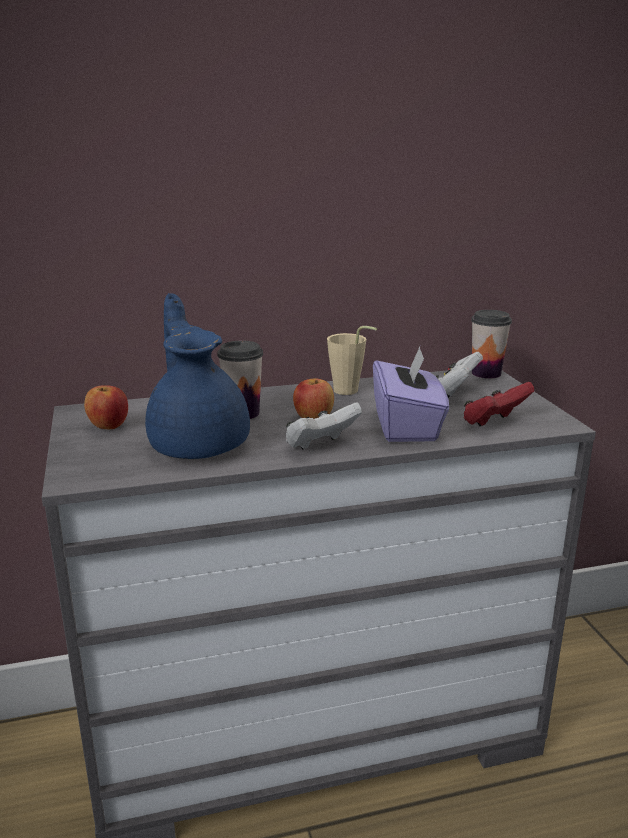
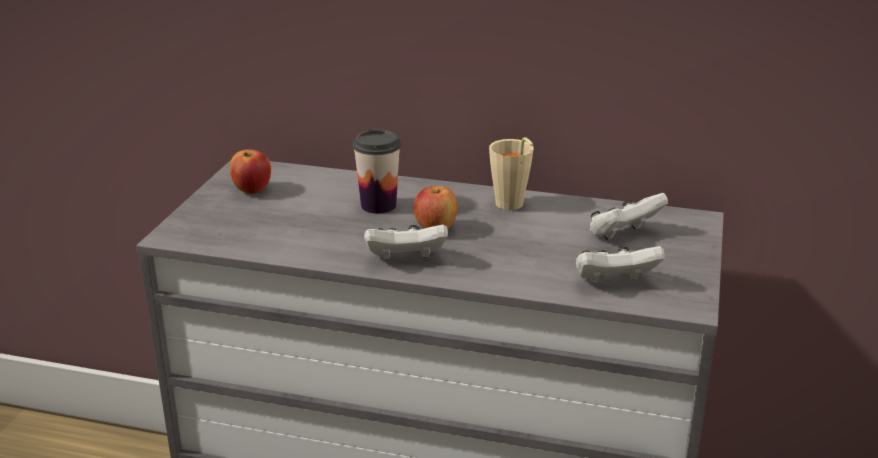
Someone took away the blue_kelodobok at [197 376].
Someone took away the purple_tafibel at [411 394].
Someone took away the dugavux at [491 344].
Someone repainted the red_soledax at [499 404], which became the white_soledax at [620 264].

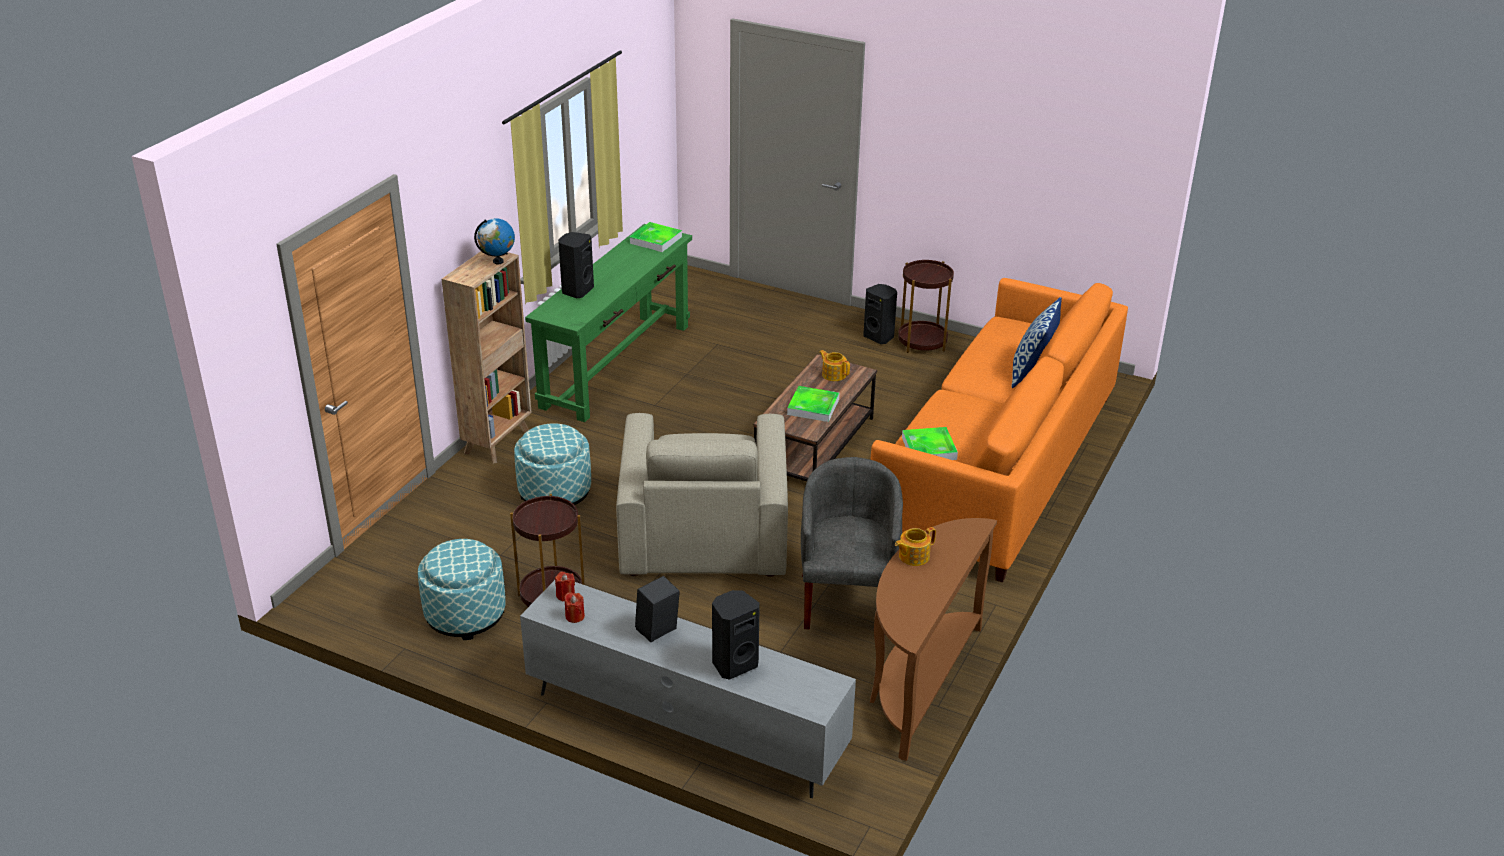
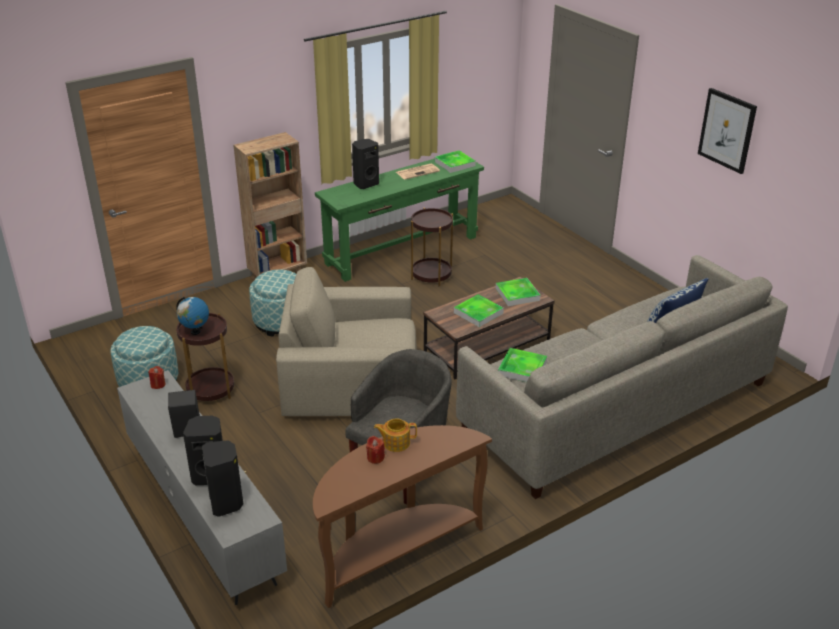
Someone put down the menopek at [418 171].
Someone put up the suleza at [727 131].
Someone carried the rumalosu from [494 241] to [192 316].
Someone carried the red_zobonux from [574 607] to [375 450].
Someone carried the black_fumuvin from [880 314] to [222 478].
Someone carried the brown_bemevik from [926 306] to [432 247].
Someone swapped the kelodobok at [835 365] for the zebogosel at [518 292].
Someone repainted the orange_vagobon at [999 430], which became the grey_vagobon at [622 377].
Someone rotated the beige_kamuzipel at [702 495] by 60 degrees clockwise.

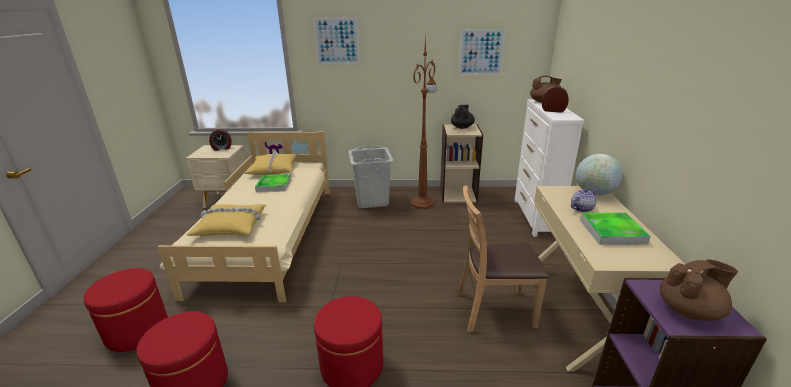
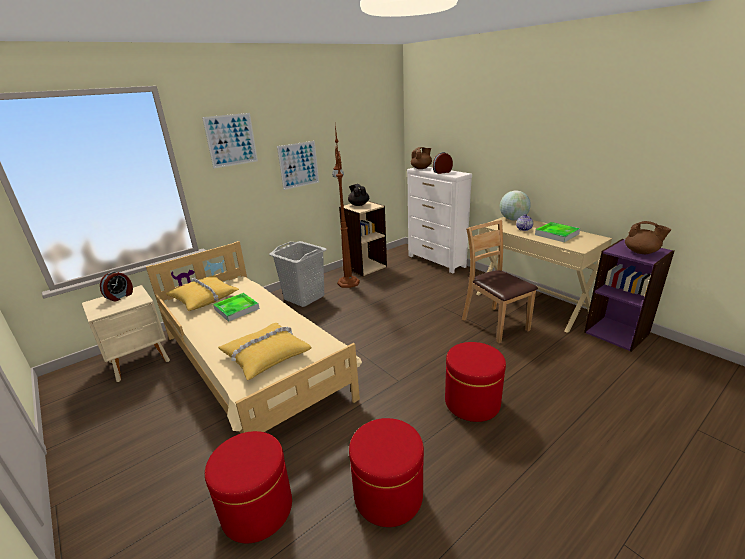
Someone carried the suleza from [482 52] to [298 165].
Someone rotated the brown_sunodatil at [504 259] by 105 degrees clockwise.
Someone rotated the brown_kelodobok at [698 290] by 90 degrees clockwise.

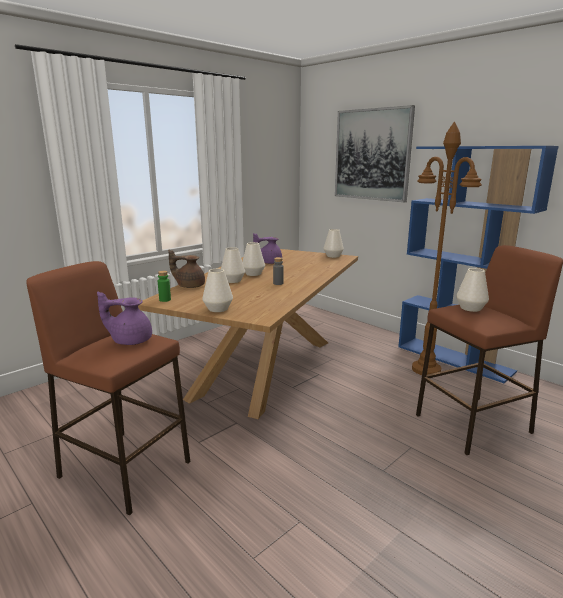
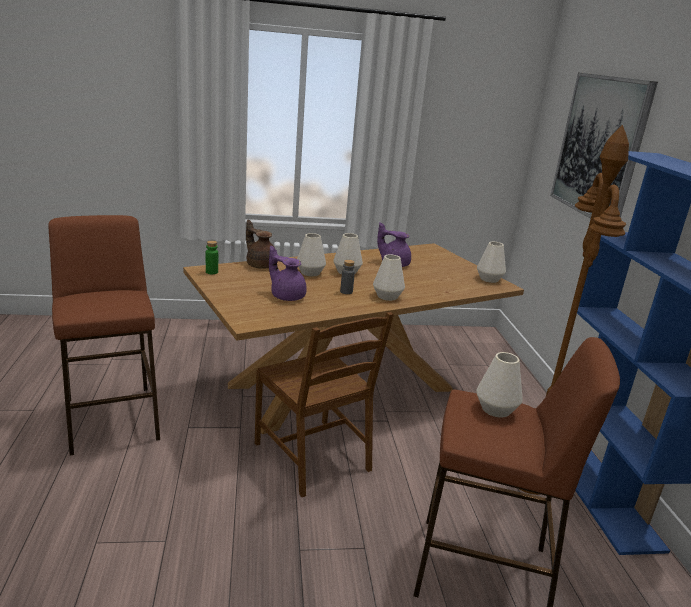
Someone put down the brown_sunodatil at [324 404].
Someone carried the purple_kelodobok from [124 318] to [288 273].
Someone carried the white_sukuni from [217 290] to [389 277].

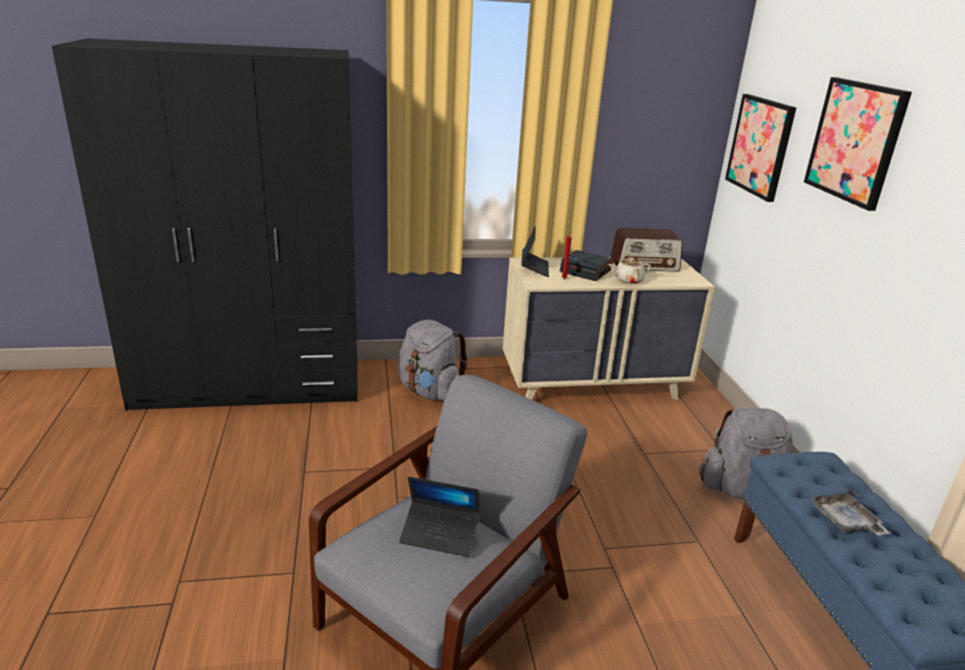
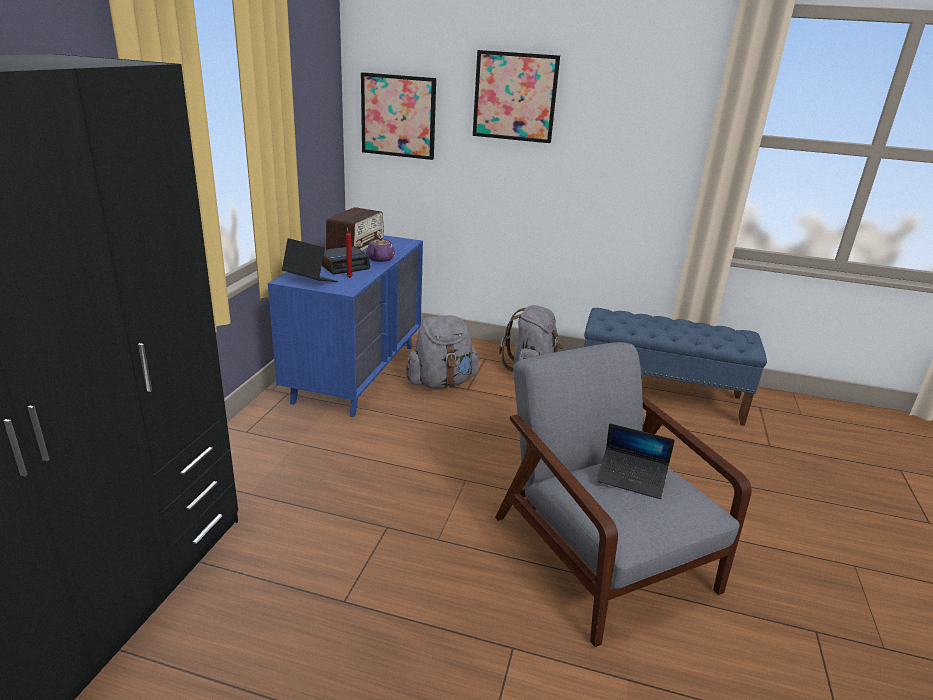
Someone took away the grey_zebogosel at [850 512].
Someone carried the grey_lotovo from [432 360] to [442 352].
Someone repainted the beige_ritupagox at [609 328], which became the blue_ritupagox at [345 326].
Someone repainted the beige_kelodobok at [629 271], which became the purple_kelodobok at [380 249].
Someone rotated the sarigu at [439 517] by 75 degrees clockwise.

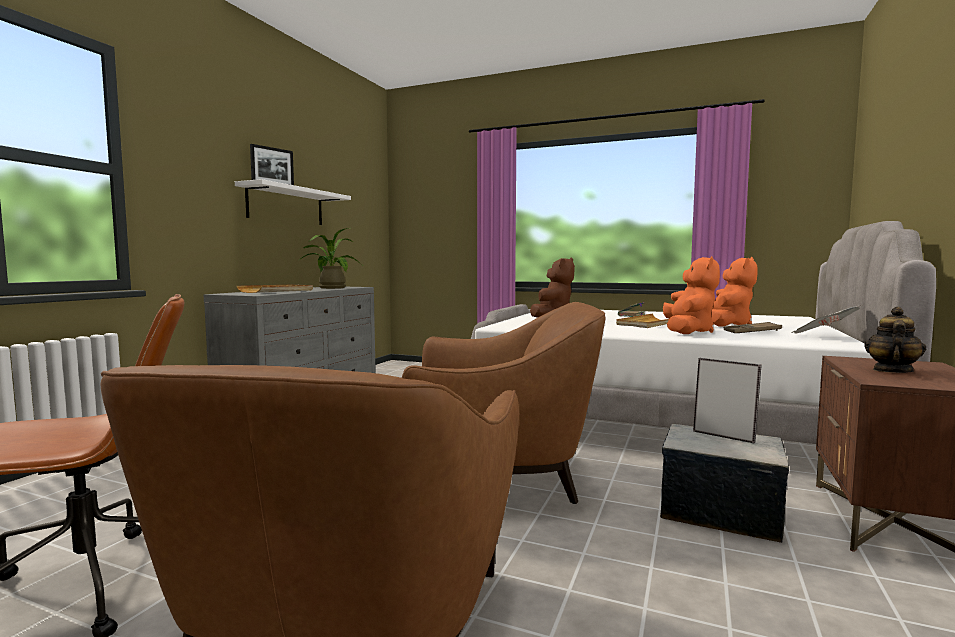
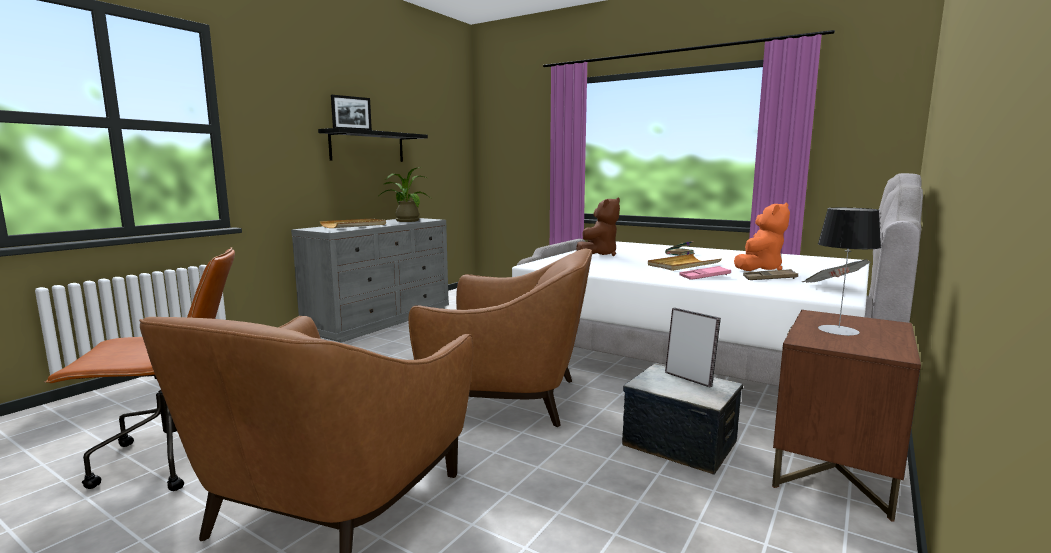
Someone swapped the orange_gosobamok at [691 295] for the pink_zebogosel at [705 273].
Someone swapped the kelodobok at [895 340] for the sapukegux at [849 272].
Someone repainted the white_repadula at [293 202], which became the black_repadula at [373 145].

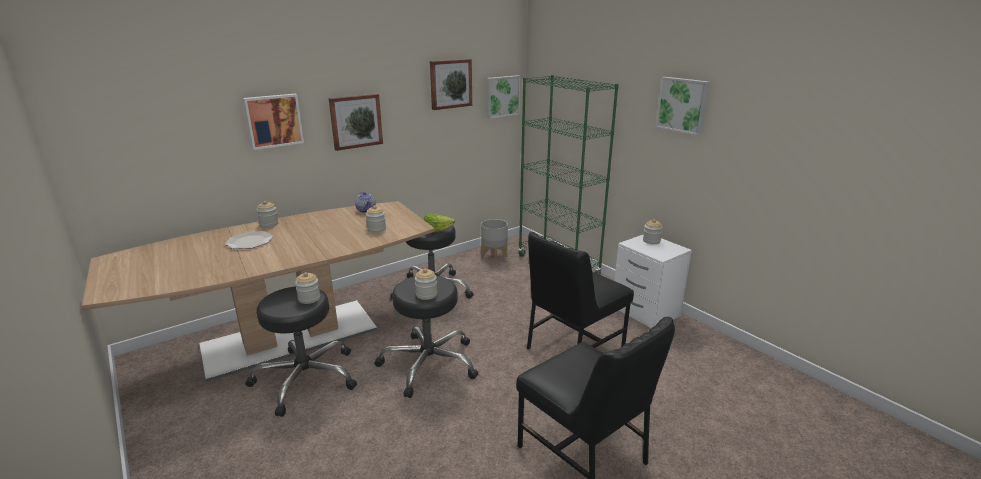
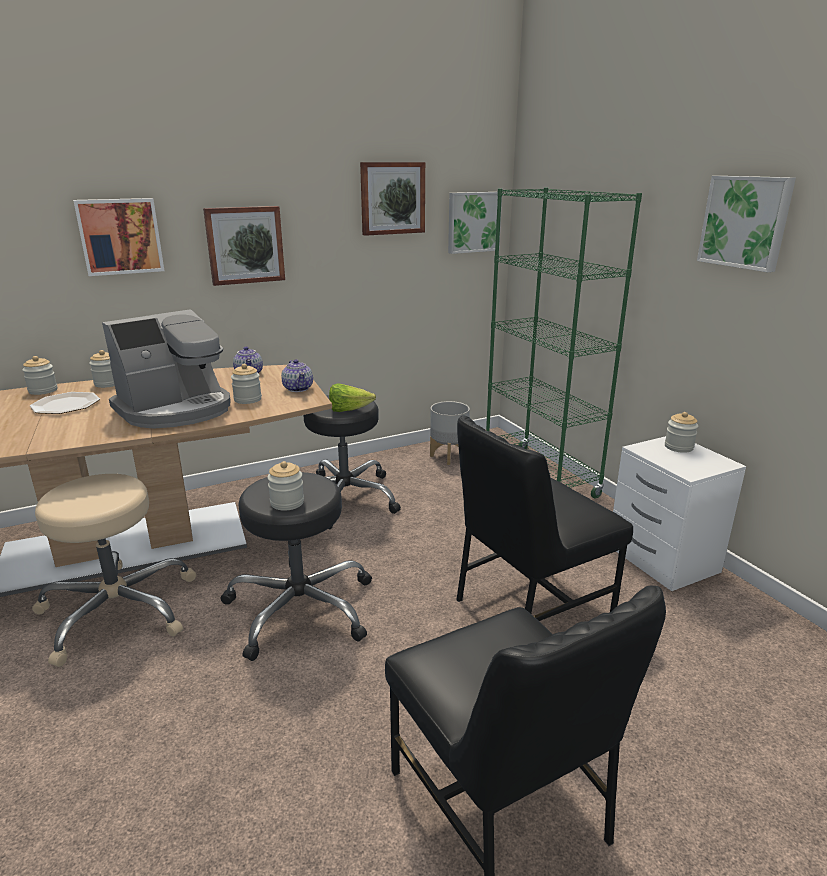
Someone put down the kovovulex at [166 368].
Someone put down the kelodobok at [297 375].
Someone carried the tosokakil from [307 288] to [40 375].
Someone repainted the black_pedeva at [301 351], which became the beige_pedeva at [114 570].

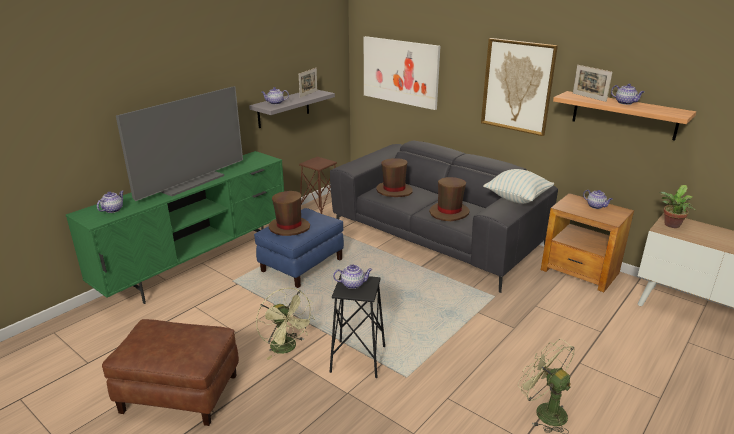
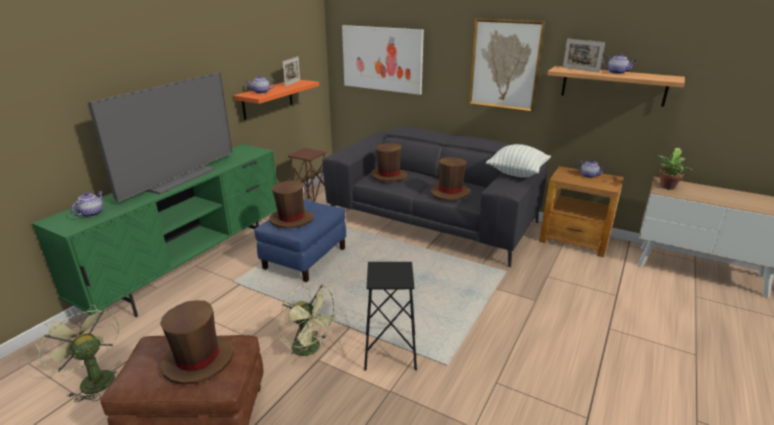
Someone took away the kelodobok at [352 277].
Someone put down the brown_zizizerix at [197 342].
Someone carried the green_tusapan from [546 386] to [78 353].
Someone repainted the grey_repadula at [292 109], which became the orange_repadula at [276 100].

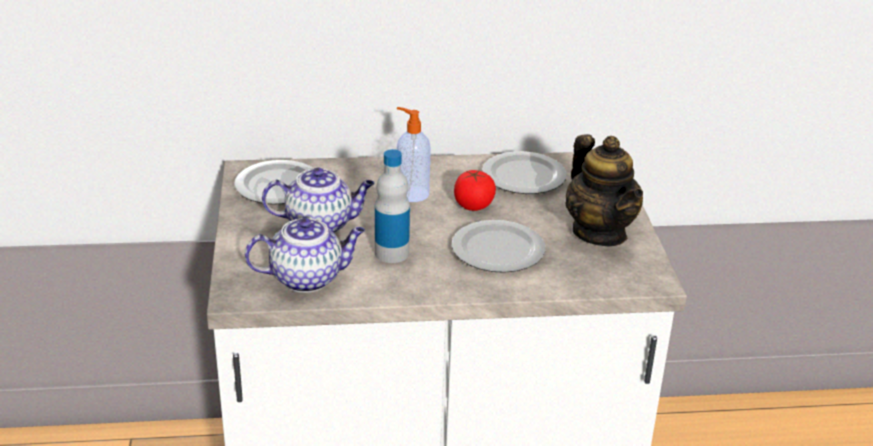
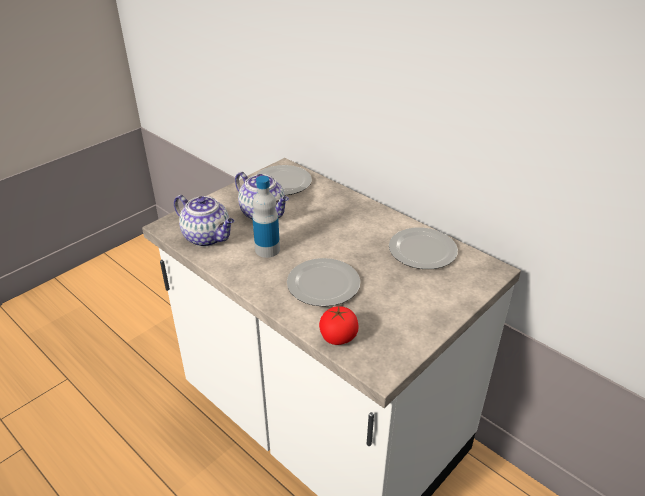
Someone took away the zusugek at [414 154].
Someone took away the kelodobok at [604 190].
Someone carried the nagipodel from [475 190] to [339 325].

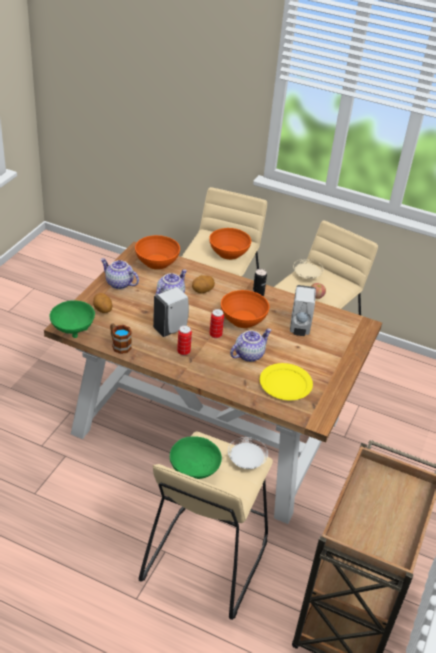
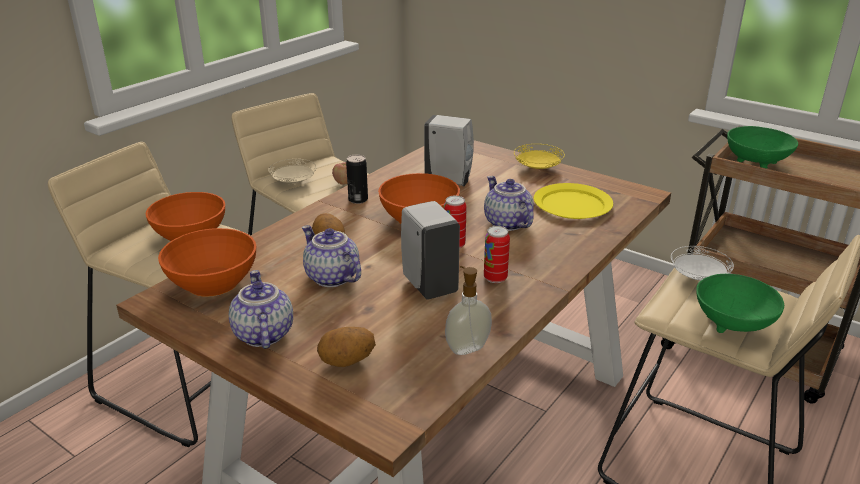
Someone put down the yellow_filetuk at [539 156].
Someone carried the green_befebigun from [72 319] to [762 147].
Someone swapped the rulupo at [121 338] for the zusugek at [468 310].
Someone rotated the kelodobok at [119 273] by 120 degrees clockwise.

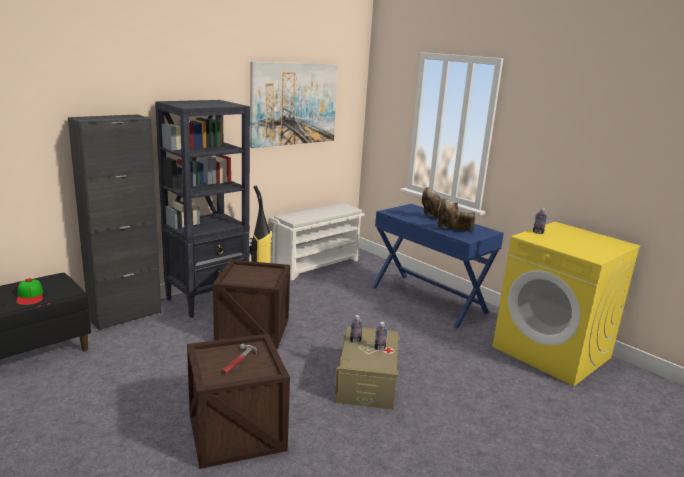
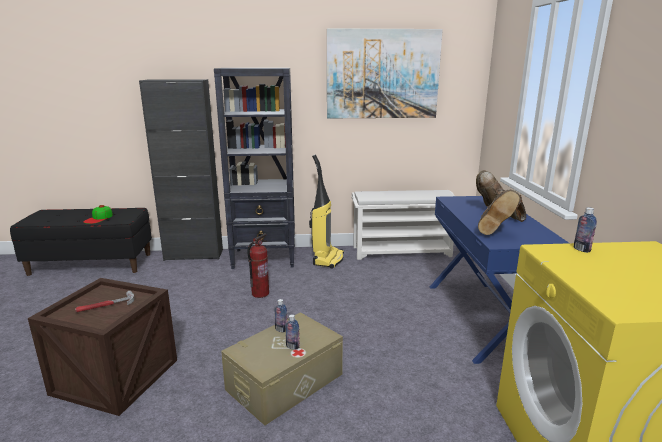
Someone swapped the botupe at [251 304] for the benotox at [258 265].
Someone rotated the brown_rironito at [456 215] by 120 degrees counterclockwise.

